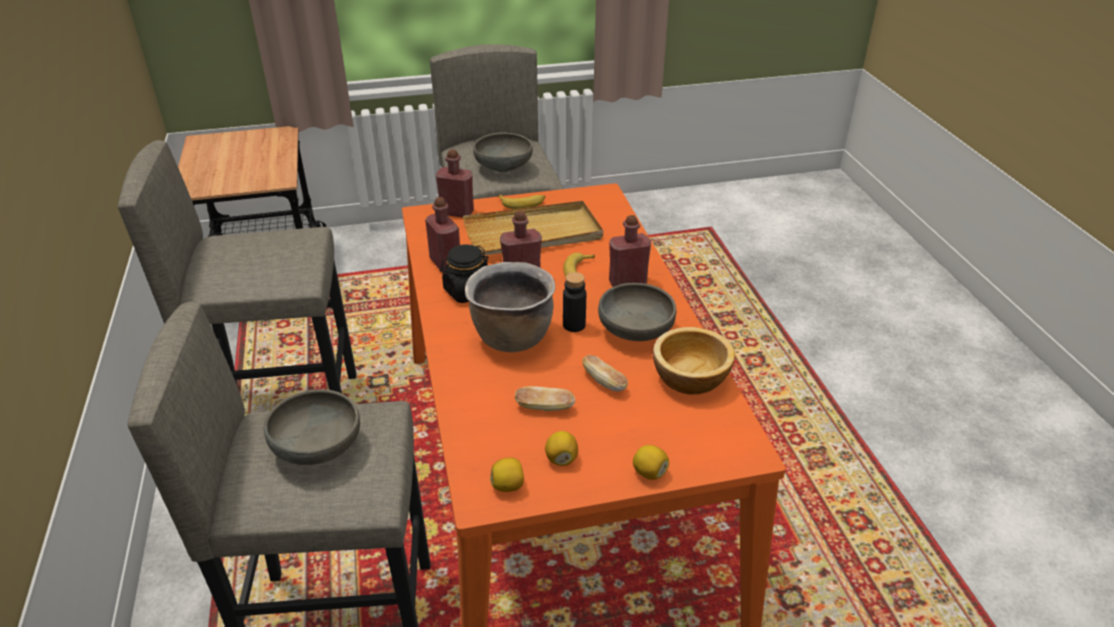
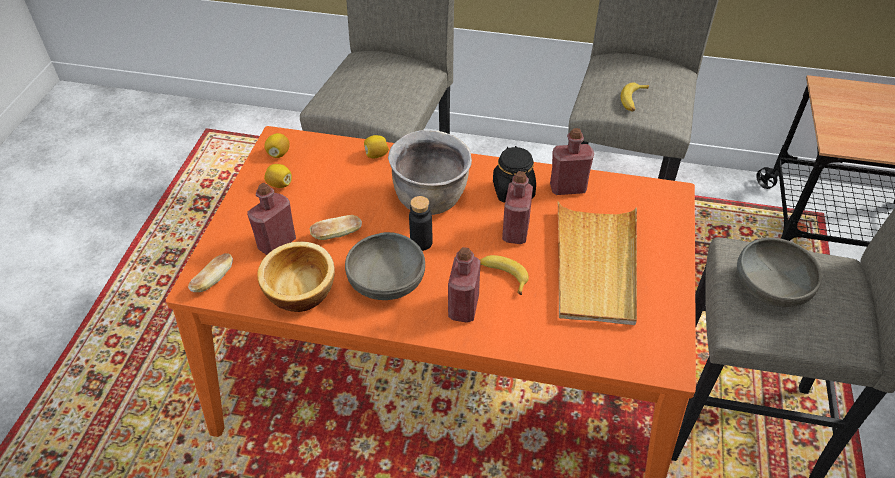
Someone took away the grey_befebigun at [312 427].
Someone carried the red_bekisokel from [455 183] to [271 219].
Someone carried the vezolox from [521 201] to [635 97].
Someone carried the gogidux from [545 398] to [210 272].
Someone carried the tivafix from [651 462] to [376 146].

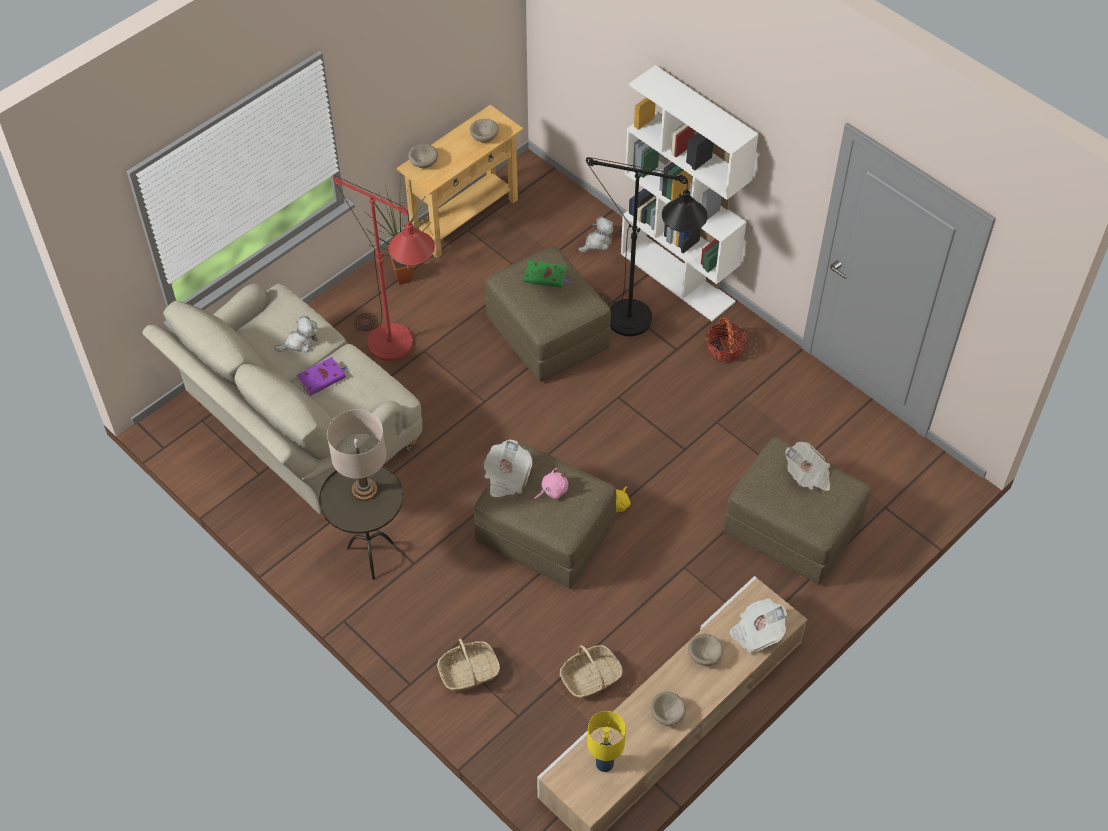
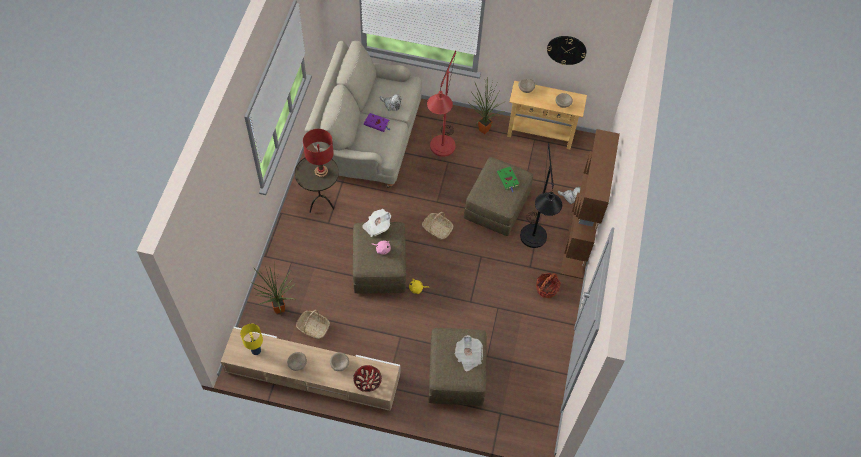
Someone put down the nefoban at [274 289].
Someone put up the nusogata at [567 50].
Someone carried the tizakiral from [468 665] to [437 226].
Someone swapped the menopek at [758 626] for the befebigun at [367 378].
Someone repainted the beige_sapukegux at [356 455], which became the red_sapukegux at [318 153].
Someone repainted the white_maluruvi at [690 193], which became the brown_maluruvi at [590 204].

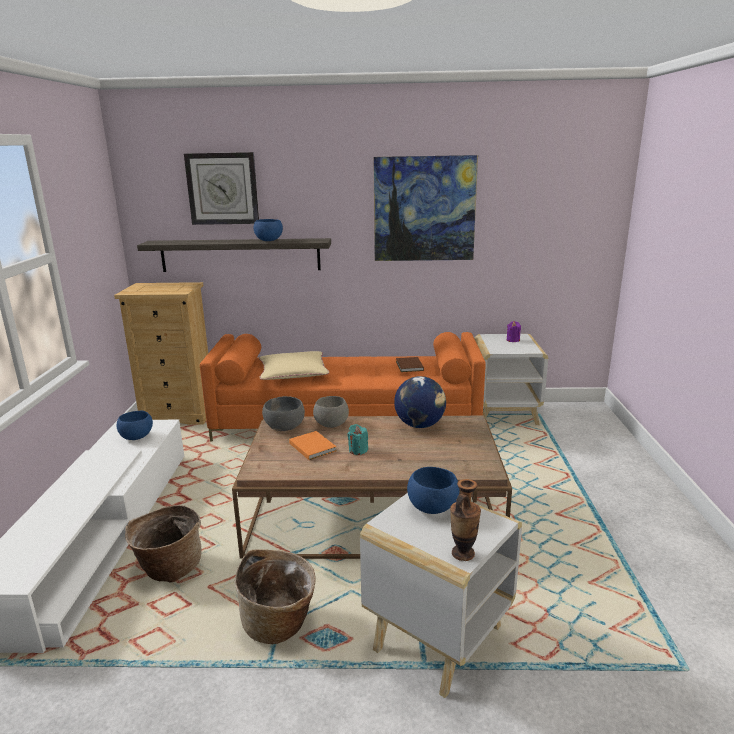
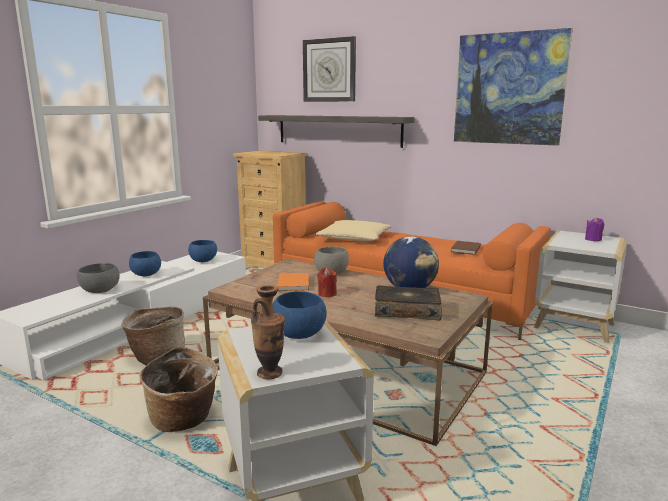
Someone put down the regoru at [408 303].
Someone carried the blue_befebigun from [268 230] to [145 263].
Someone carried the grey_befebigun from [283 413] to [98 278].
Someone repainted the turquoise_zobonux at [358 439], which became the red_zobonux at [327 282].

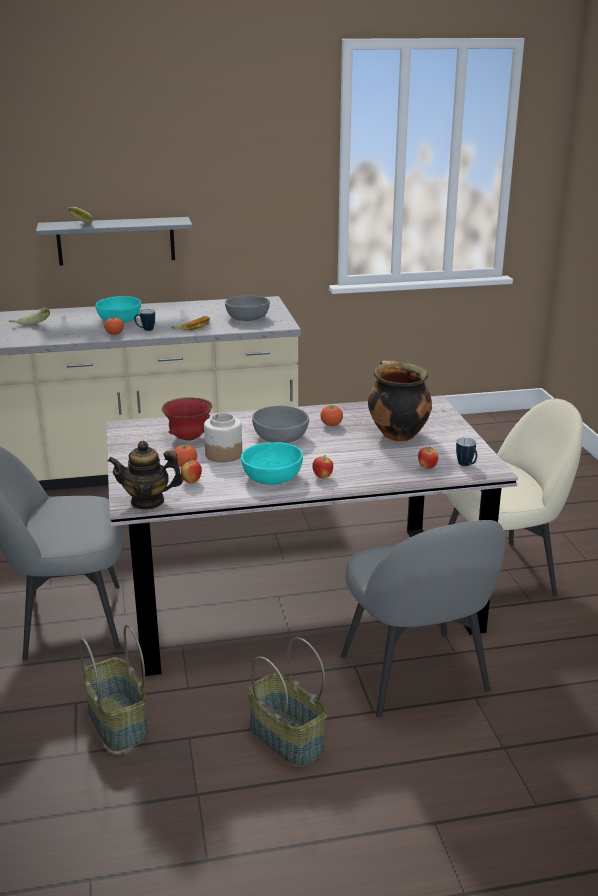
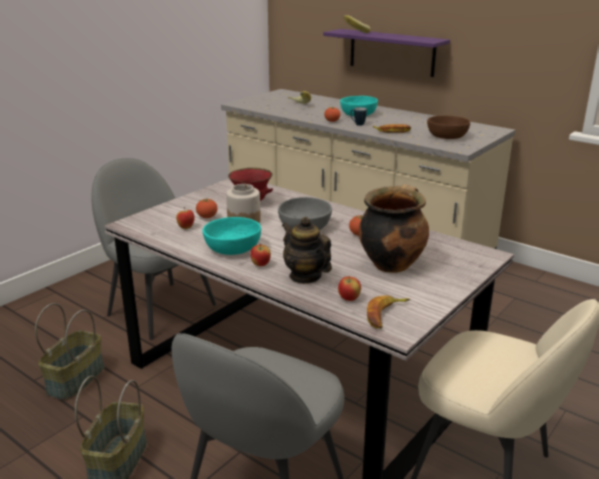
Someone carried the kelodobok from [146 475] to [307 250].
Someone swapped the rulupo at [466 452] for the vezolox at [389 312].
Someone repainted the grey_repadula at [114 241], which became the purple_repadula at [386 53].
Someone repainted the grey_befebigun at [247 308], which became the brown_befebigun at [448 127].

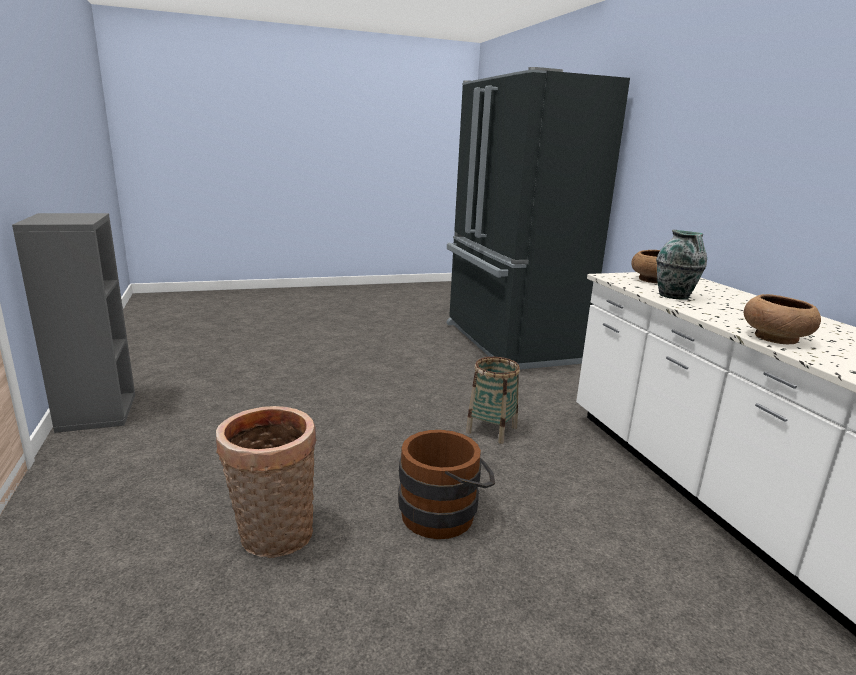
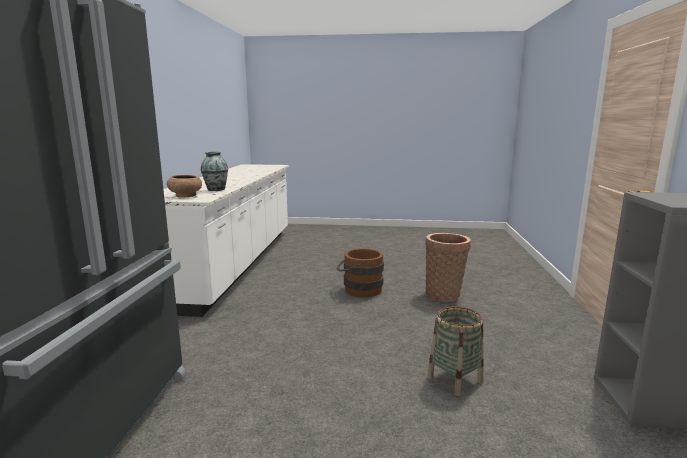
Someone took away the brown_befebigun at [782 319].
Someone carried the tizakiral from [493 400] to [455 351].

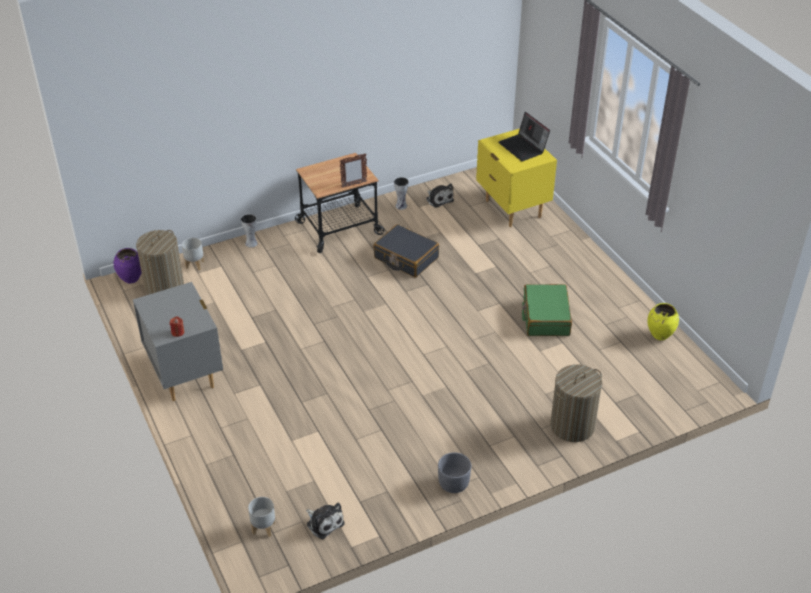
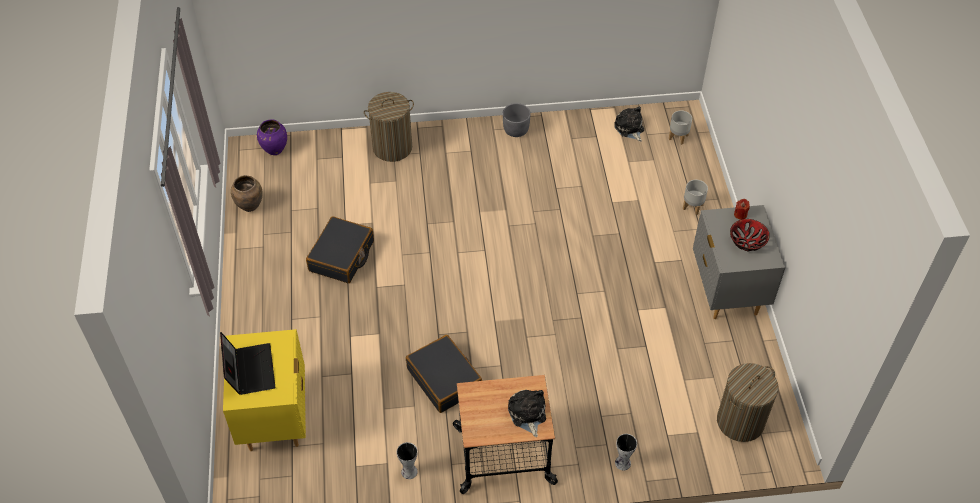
Someone took away the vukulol at [353 170].
Someone put down the befebigun at [750 235].
Someone carried the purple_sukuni from [128 266] to [272 137].
Someone carried the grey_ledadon from [193 254] to [695 197].
Someone carried the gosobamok from [440 196] to [527 413].
Someone repainted the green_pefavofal at [547 310], which became the black_pefavofal at [340 249].
Someone repainted the yellow_sukuni at [663 321], which became the brown_sukuni at [247 193].

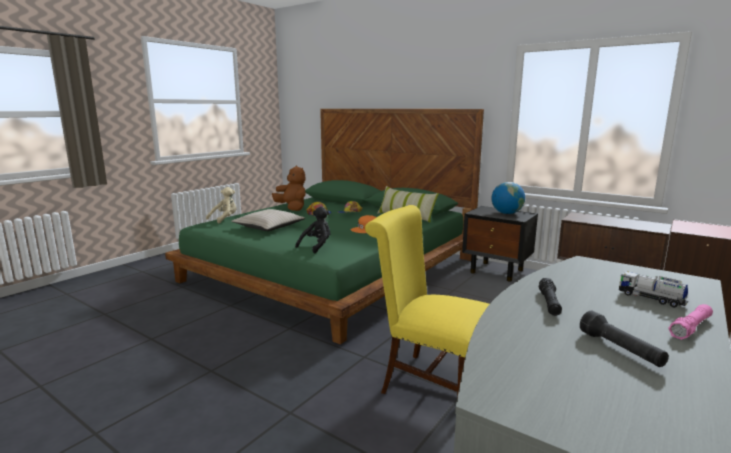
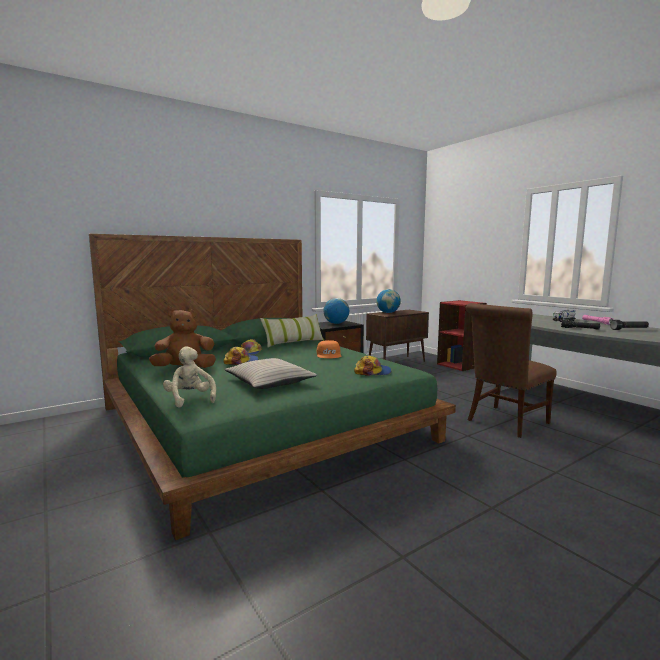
Someone put down the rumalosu at [388 301].
Someone swapped the black_gosobamok at [312 230] for the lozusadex at [373 365].
Someone repainted the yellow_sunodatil at [427 301], which became the brown_sunodatil at [511 370].

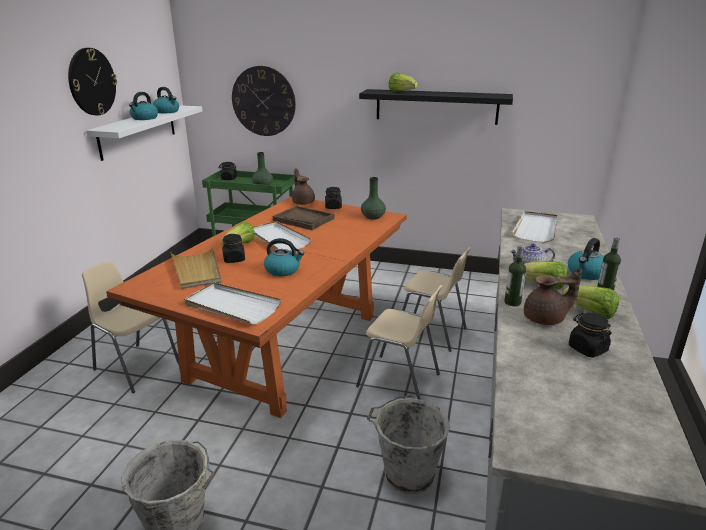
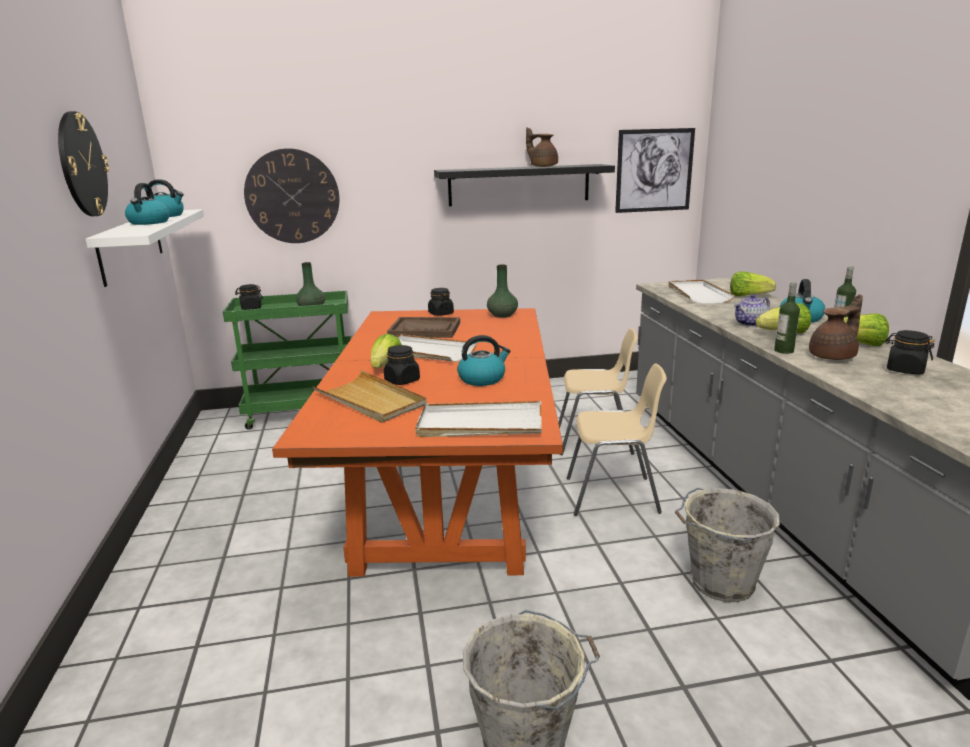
Someone took away the beige_sunodatil at [130 327].
Someone put up the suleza at [655 170].
Someone carried the brown_kelodobok from [303 186] to [542 147].
Someone carried the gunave from [403 82] to [753 283].

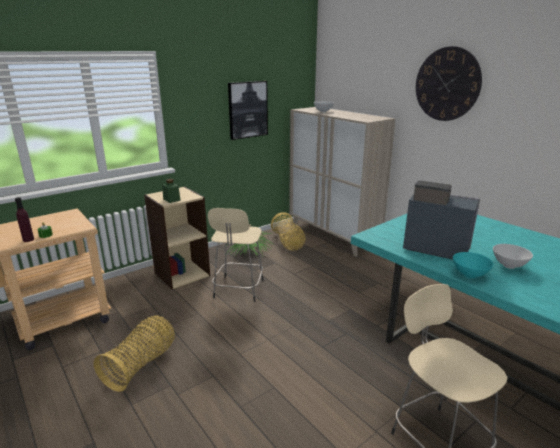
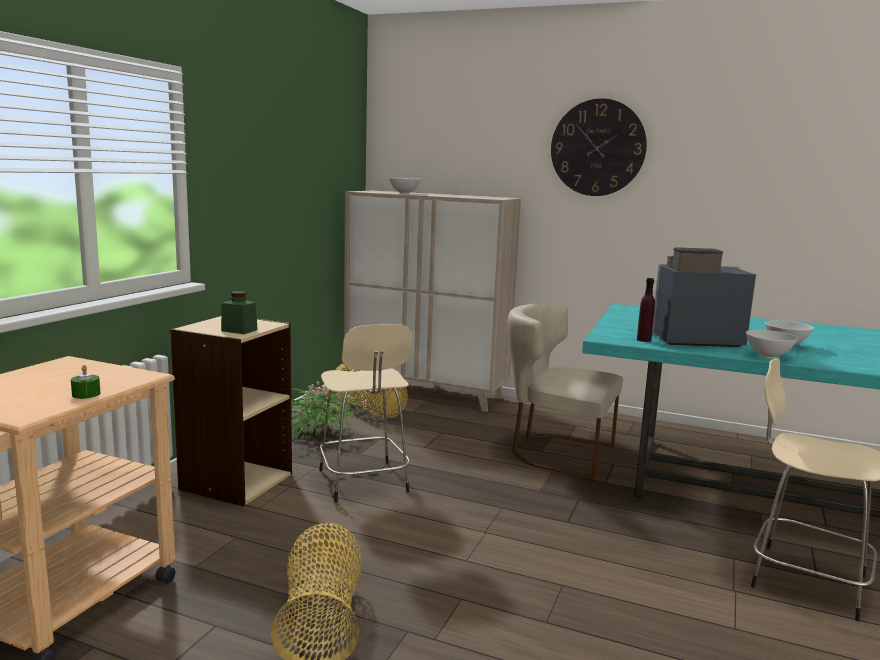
Someone took away the suleza at [248 110].
Someone put down the beige_sunodatil at [565 391].
Someone carried the purple_bekisokel from [24 219] to [646 310].
Someone repainted the turquoise_befebigun at [473 265], which became the white_befebigun at [772 344].

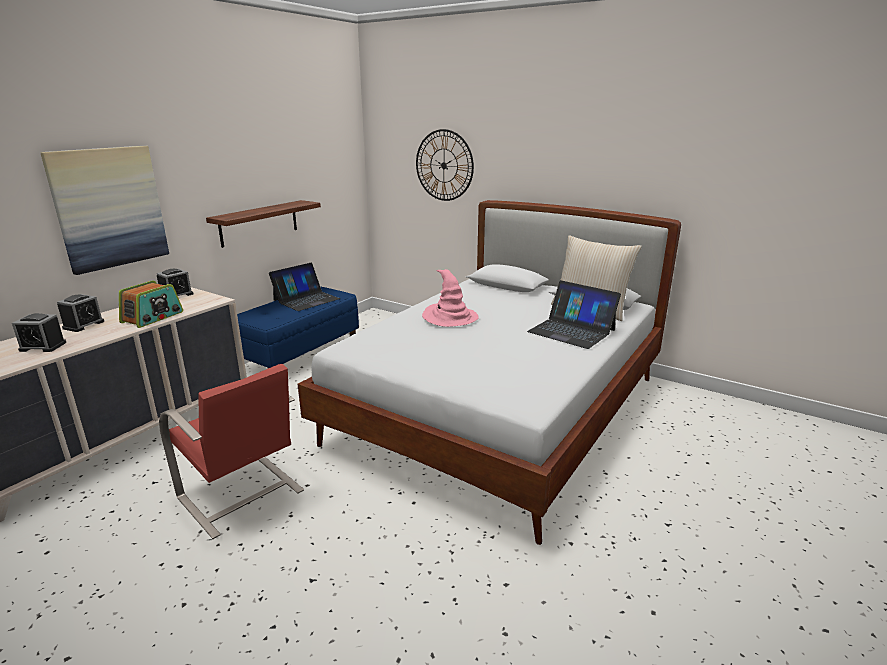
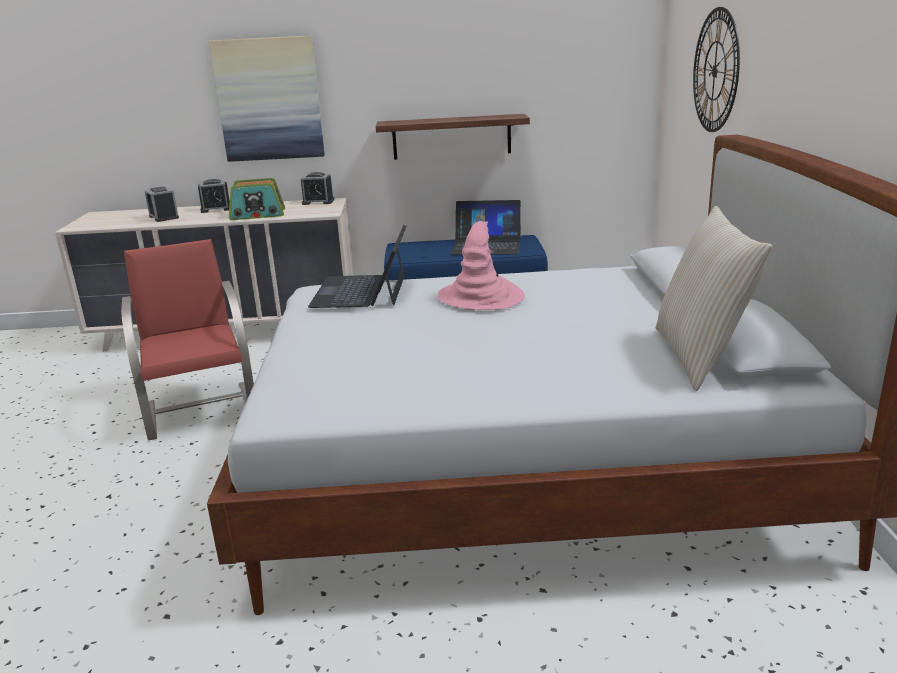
Someone carried the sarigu from [574 314] to [357 266].
Someone rotated the red_sunodatil at [231 451] by 150 degrees clockwise.

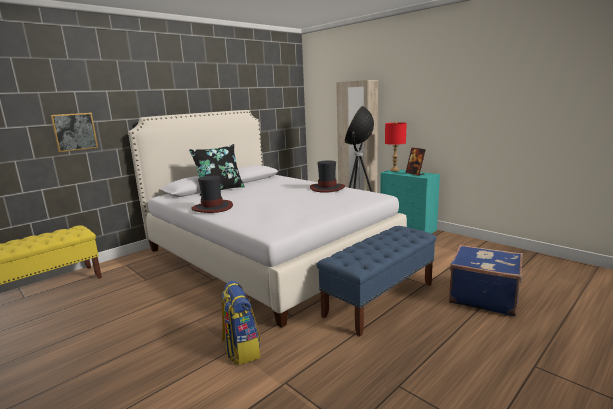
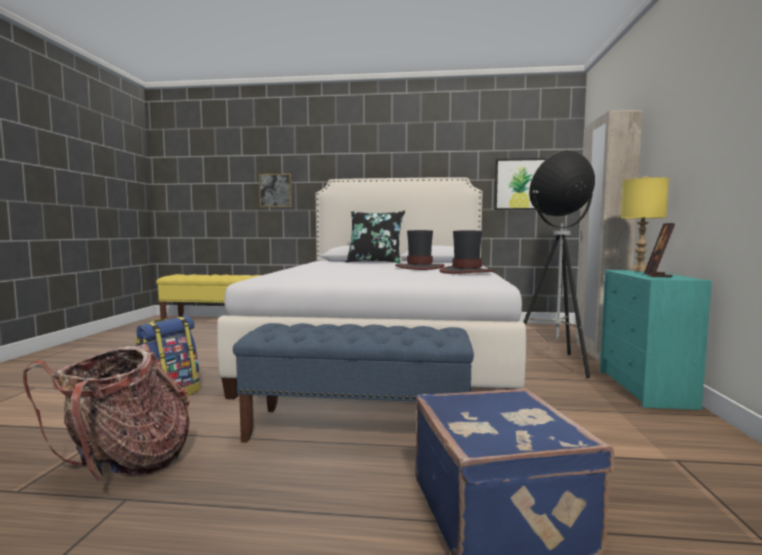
Someone put down the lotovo at [106 414].
Someone put up the suleza at [520 184].
Someone carried the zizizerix from [212 194] to [419 250].
Someone repainted the red_sapukegux at [396 146], which became the yellow_sapukegux at [645 224].

